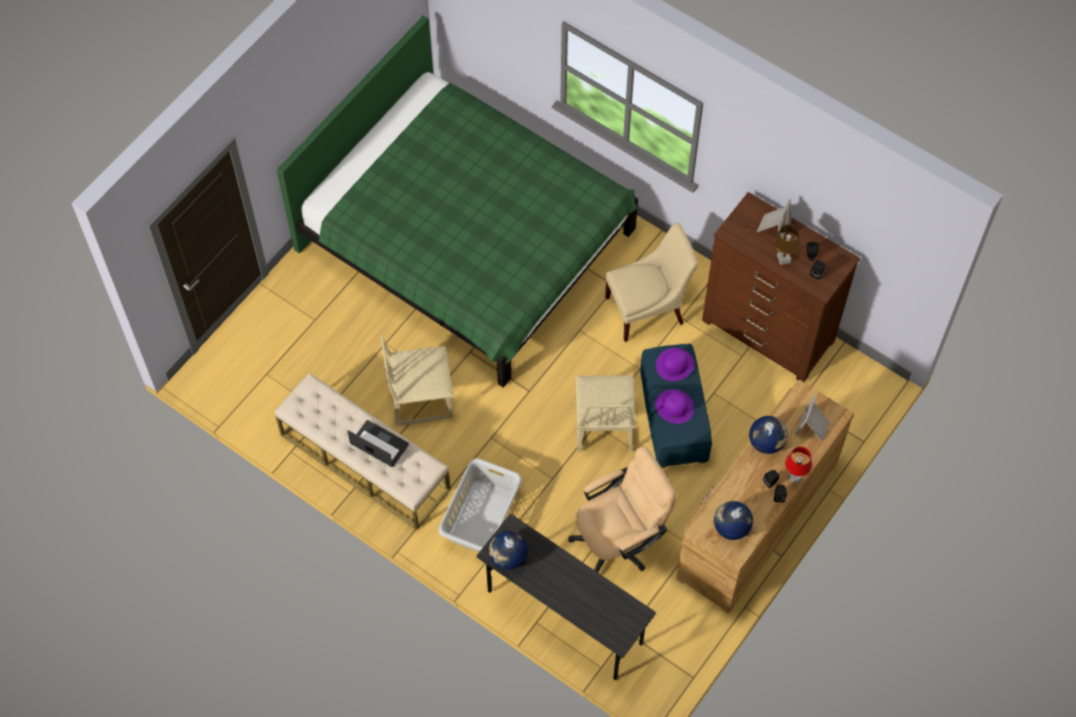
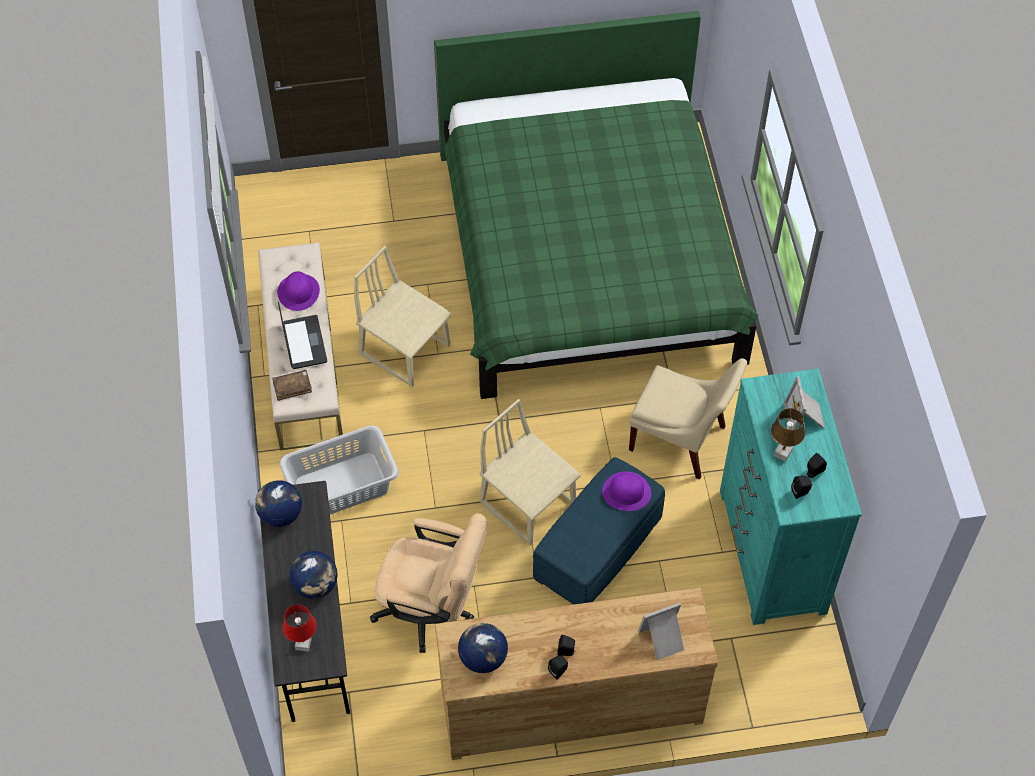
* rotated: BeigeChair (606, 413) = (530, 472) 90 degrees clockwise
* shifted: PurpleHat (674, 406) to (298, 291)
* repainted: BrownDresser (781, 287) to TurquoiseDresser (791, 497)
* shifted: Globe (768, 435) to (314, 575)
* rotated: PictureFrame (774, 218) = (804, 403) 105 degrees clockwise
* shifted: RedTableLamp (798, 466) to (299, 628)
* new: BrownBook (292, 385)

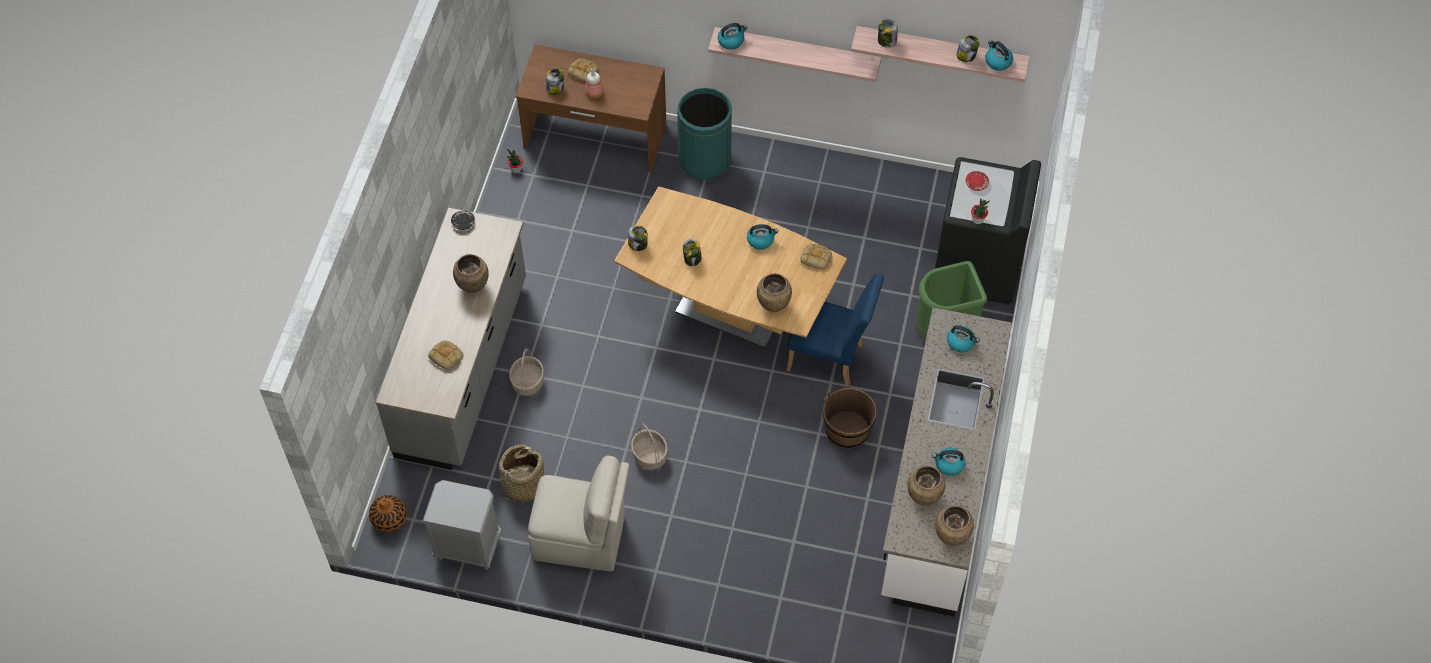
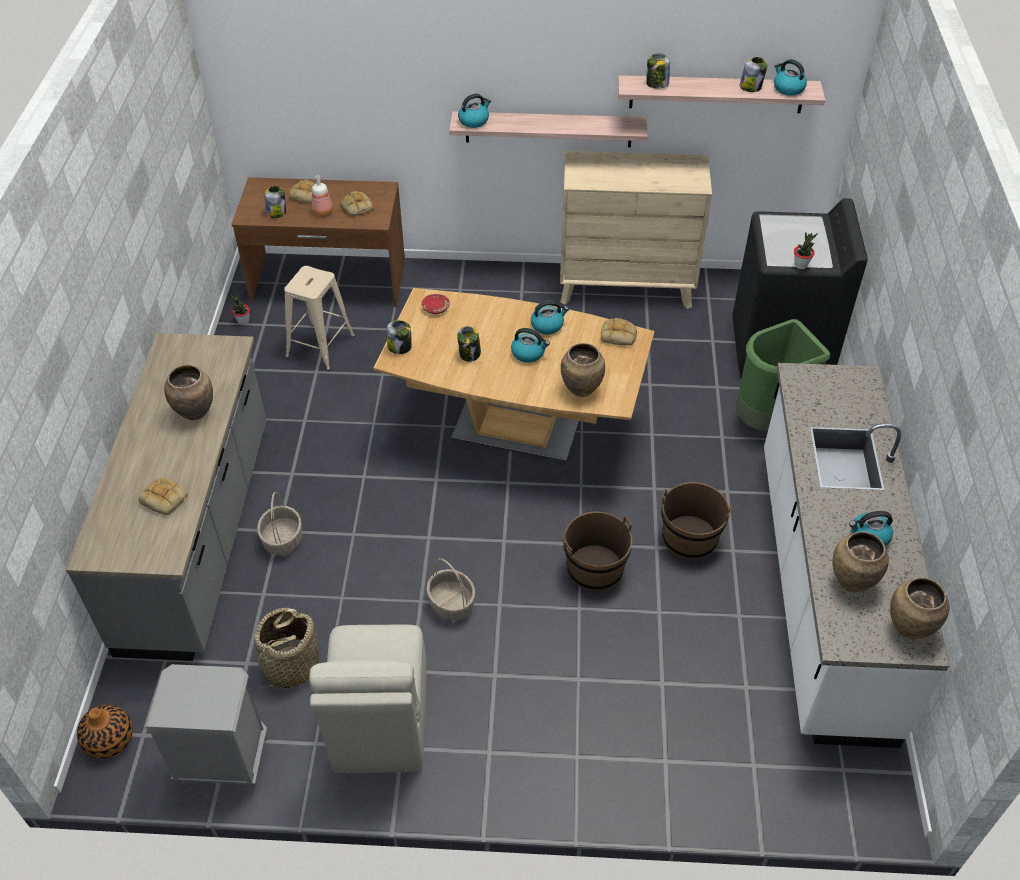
* gone: BlackPlate (463, 220)
* rotated: BeigeChair (578, 513) = (368, 699) 90 degrees clockwise
* gone: GreenTrashCan (704, 134)
* gone: BlueChair (835, 330)
* shifted: Kettle (963, 338) to (530, 345)
* shifted: RedPlate (977, 181) to (435, 304)
* new: BeigeStool (319, 318)
* new: Bread (357, 203)
* new: BeigeDresser (636, 230)
* new: BrownBucket (598, 551)

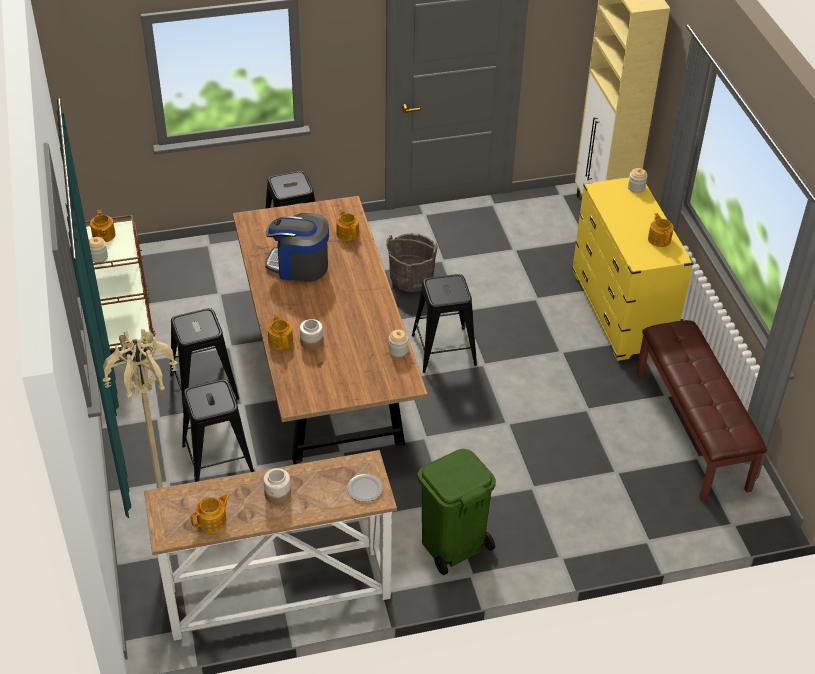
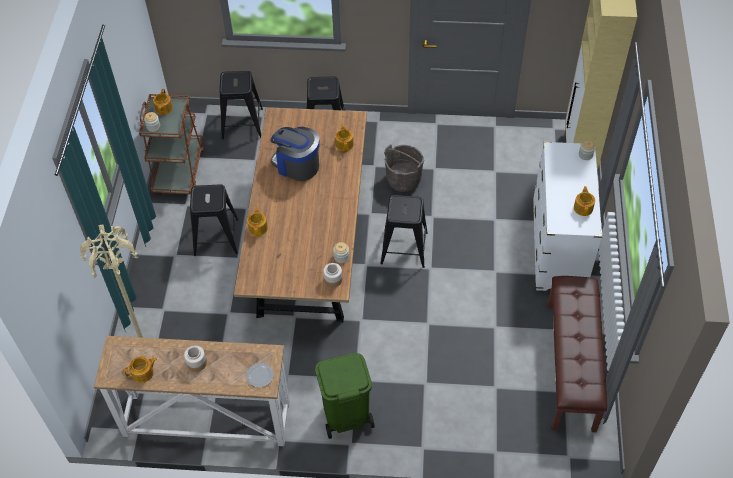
* shifted: BlackStool (218, 430) to (241, 105)
* shifted: Jar (311, 334) to (332, 275)
* repainted: YellowDresser (633, 269) to WhiteDresser (567, 216)

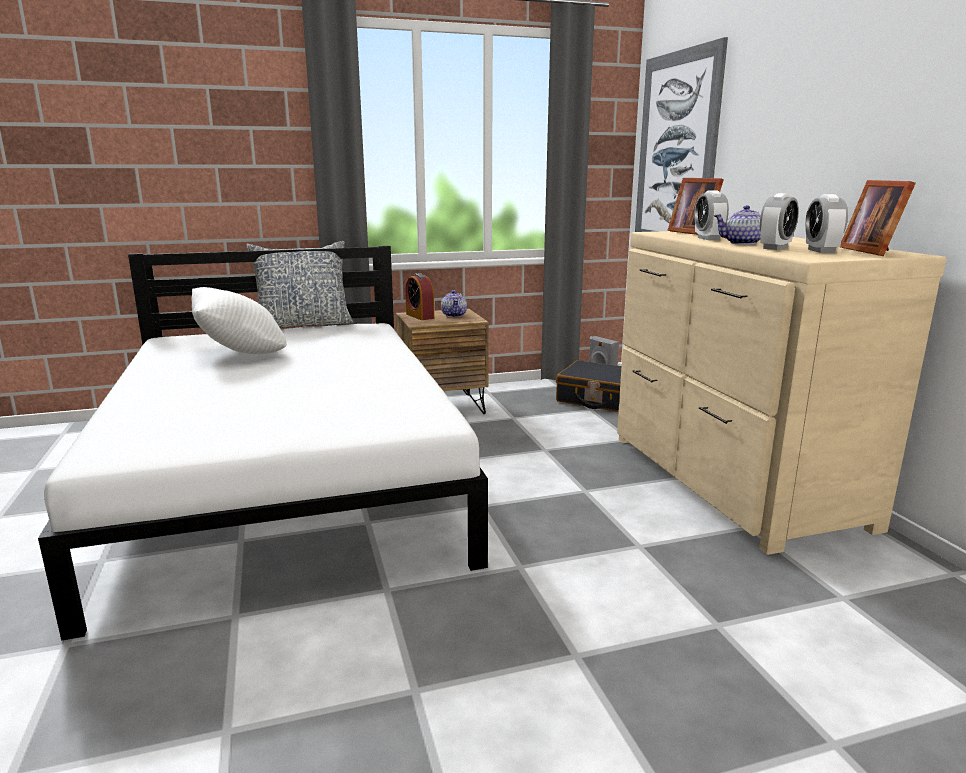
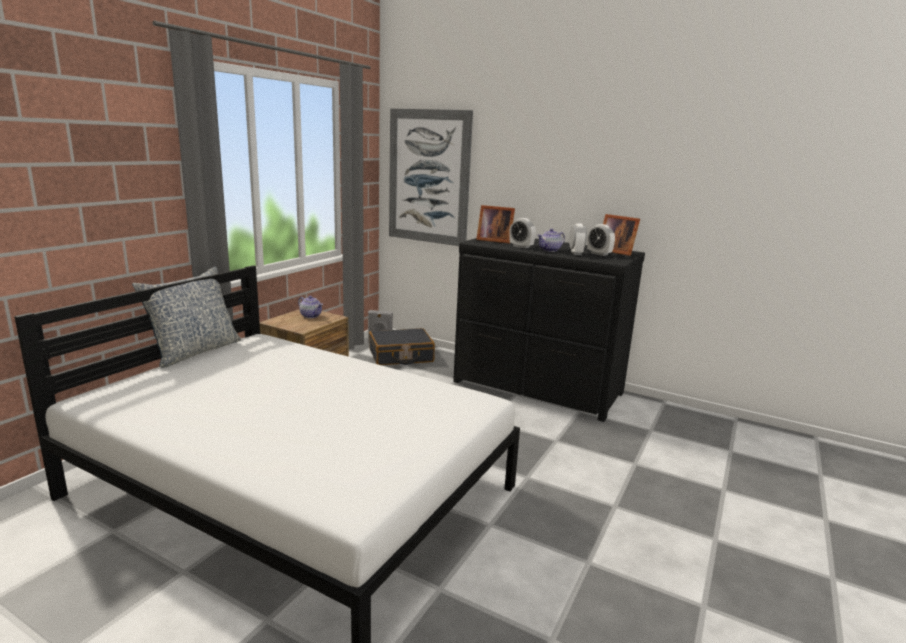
* gone: WhitePillow (239, 321)
* gone: AlarmClock (419, 296)
* repainted: BeigeDresser (782, 393) to BlackDresser (549, 330)

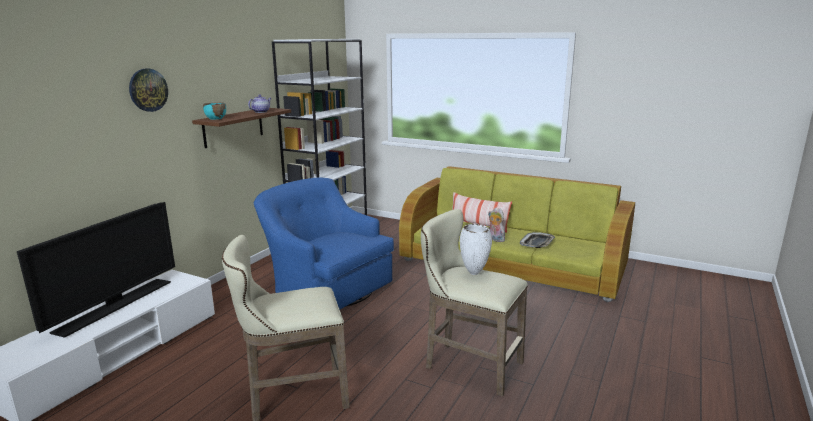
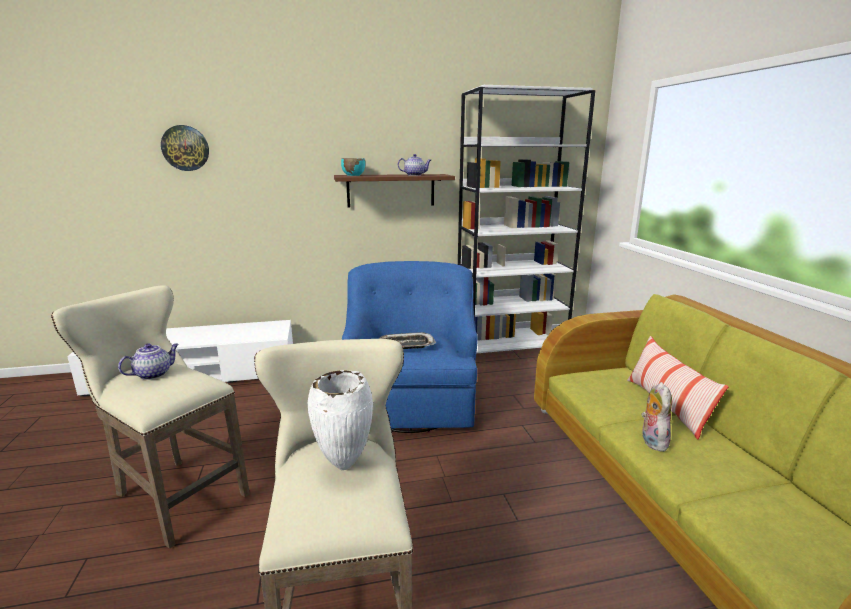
* gone: Television (96, 270)
* shifted: WallClock (148, 90) to (185, 148)
* shifted: Tray (537, 240) to (407, 340)
* new: Teapot (148, 361)

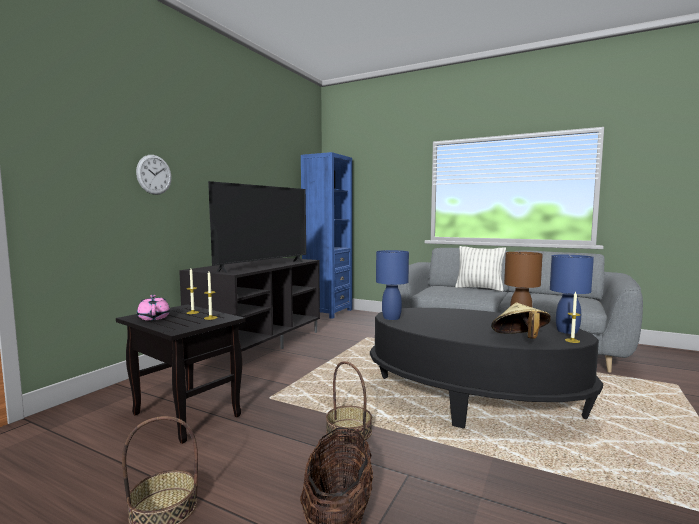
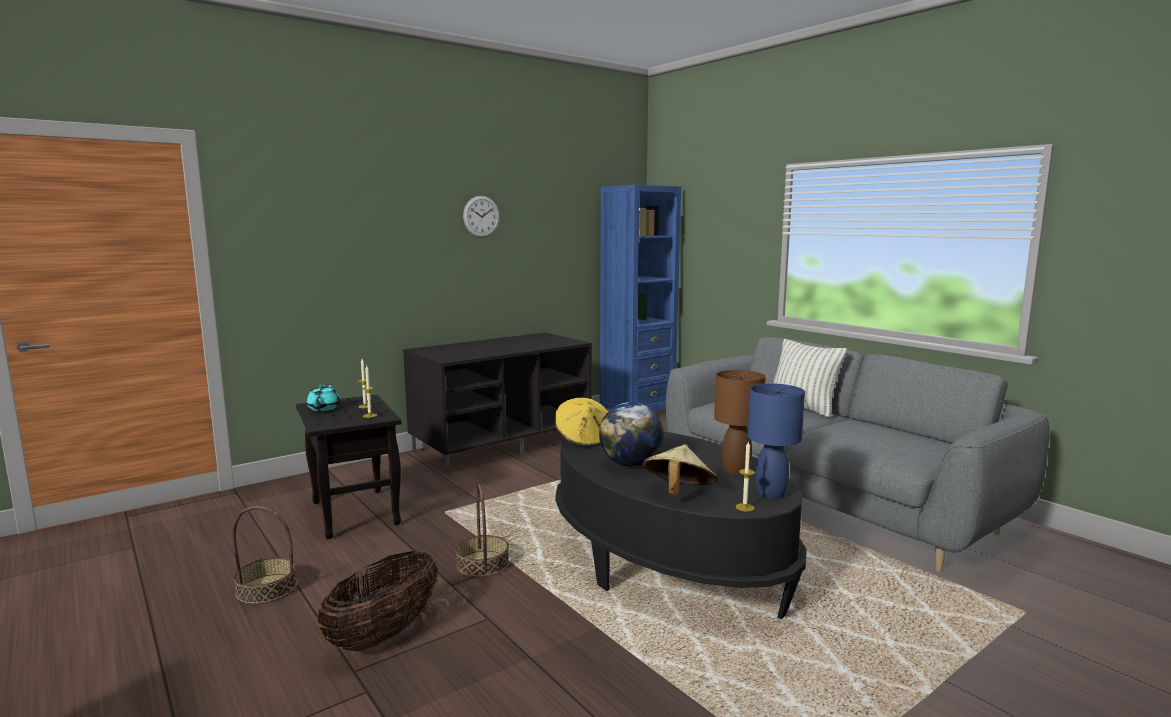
* shifted: WallClock (153, 175) to (481, 217)
* repainted: PinkTeapot (153, 307) to TurquoiseTeapot (323, 397)
* gone: Television (257, 227)
* swapped: BlueTableLamp (392, 285) to YellowHat (581, 422)
* new: Globe (631, 434)

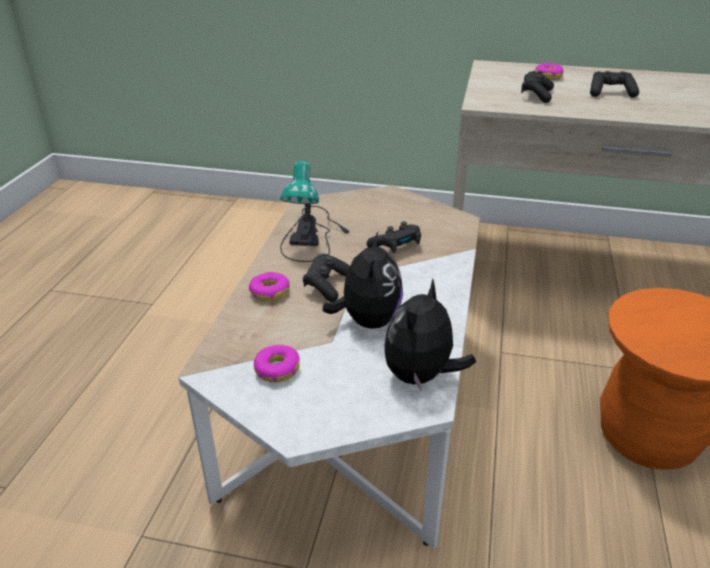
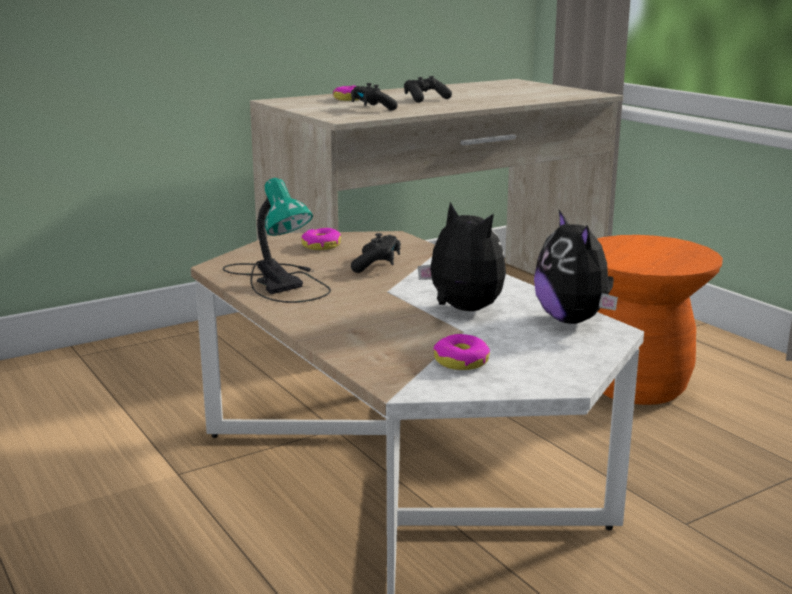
* shifted: Donut (269, 286) to (321, 239)
* gone: BlackGameController (326, 277)

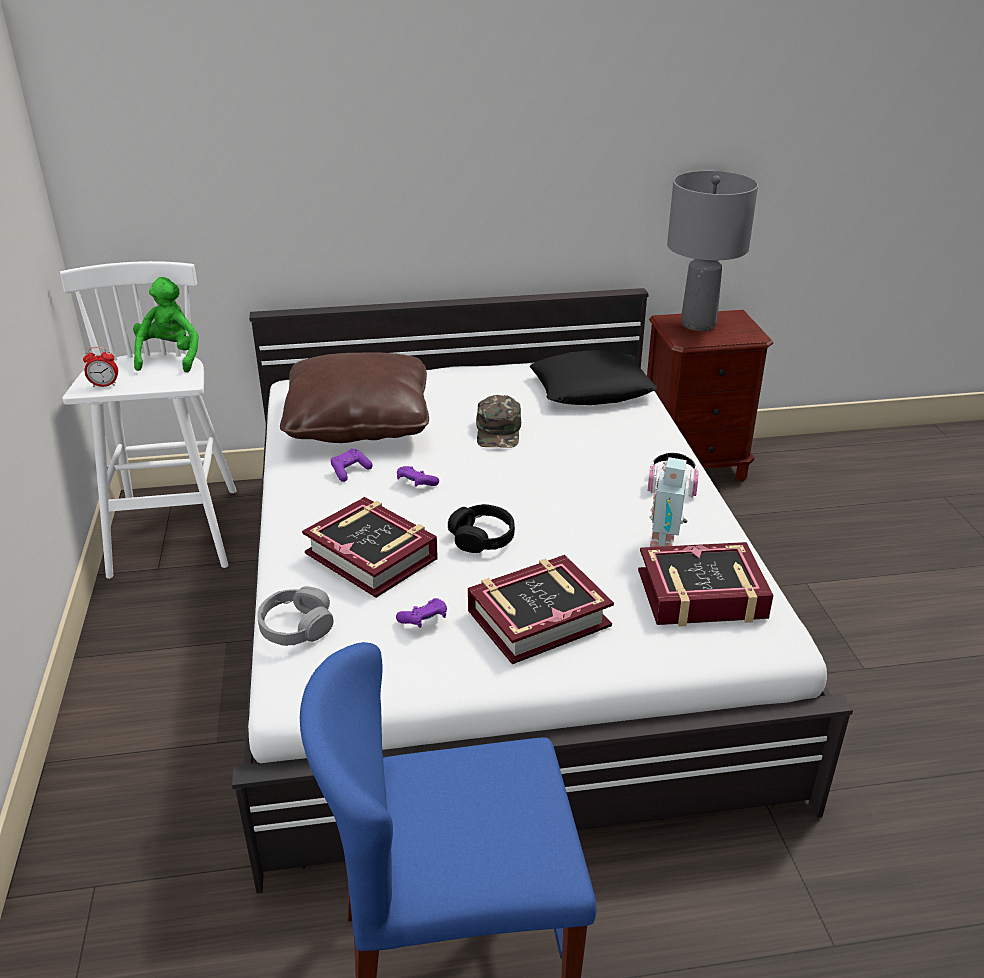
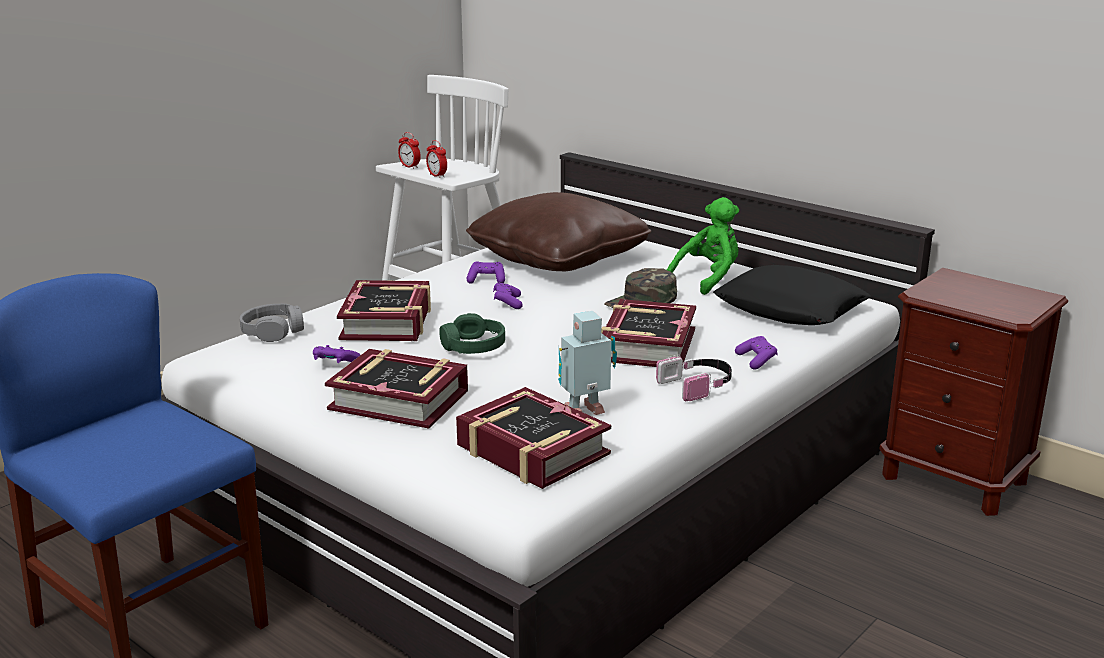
* shifted: GreenPlushToy (166, 325) to (703, 246)
* repainted: BlackHeadphones (481, 528) to GreenHeadphones (472, 333)
* gone: GreyTableLamp (712, 251)
* new: AlarmClock (436, 159)
* new: Book (648, 333)
* new: PurpleGameController (756, 353)

